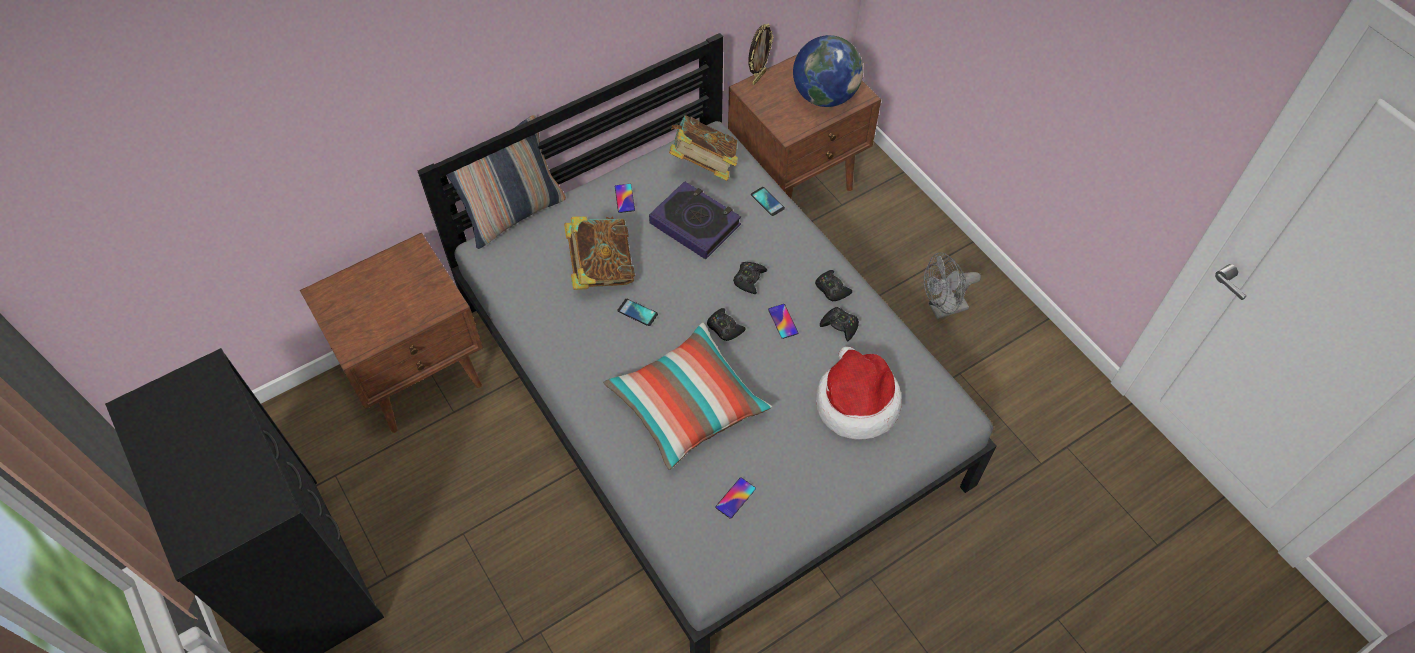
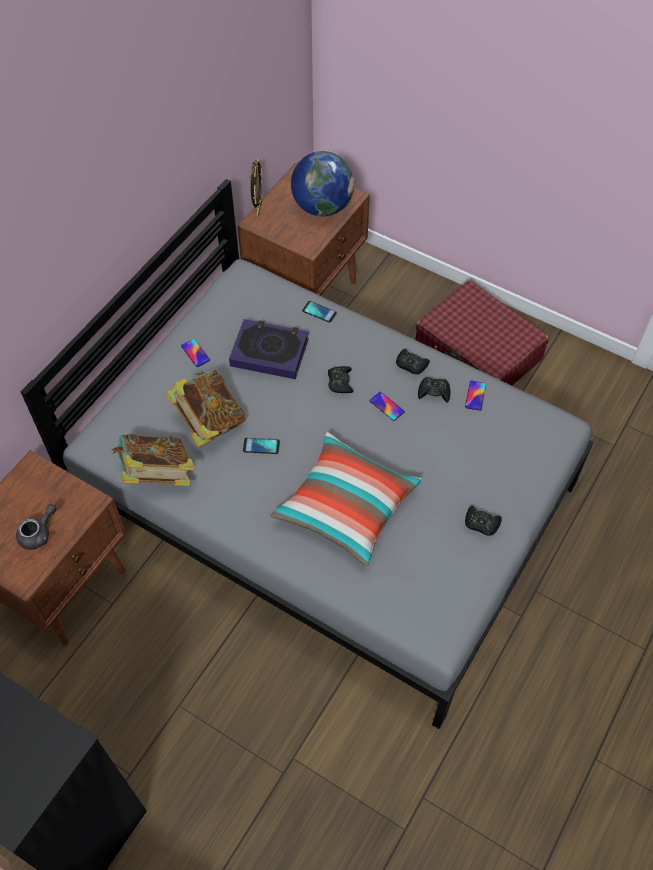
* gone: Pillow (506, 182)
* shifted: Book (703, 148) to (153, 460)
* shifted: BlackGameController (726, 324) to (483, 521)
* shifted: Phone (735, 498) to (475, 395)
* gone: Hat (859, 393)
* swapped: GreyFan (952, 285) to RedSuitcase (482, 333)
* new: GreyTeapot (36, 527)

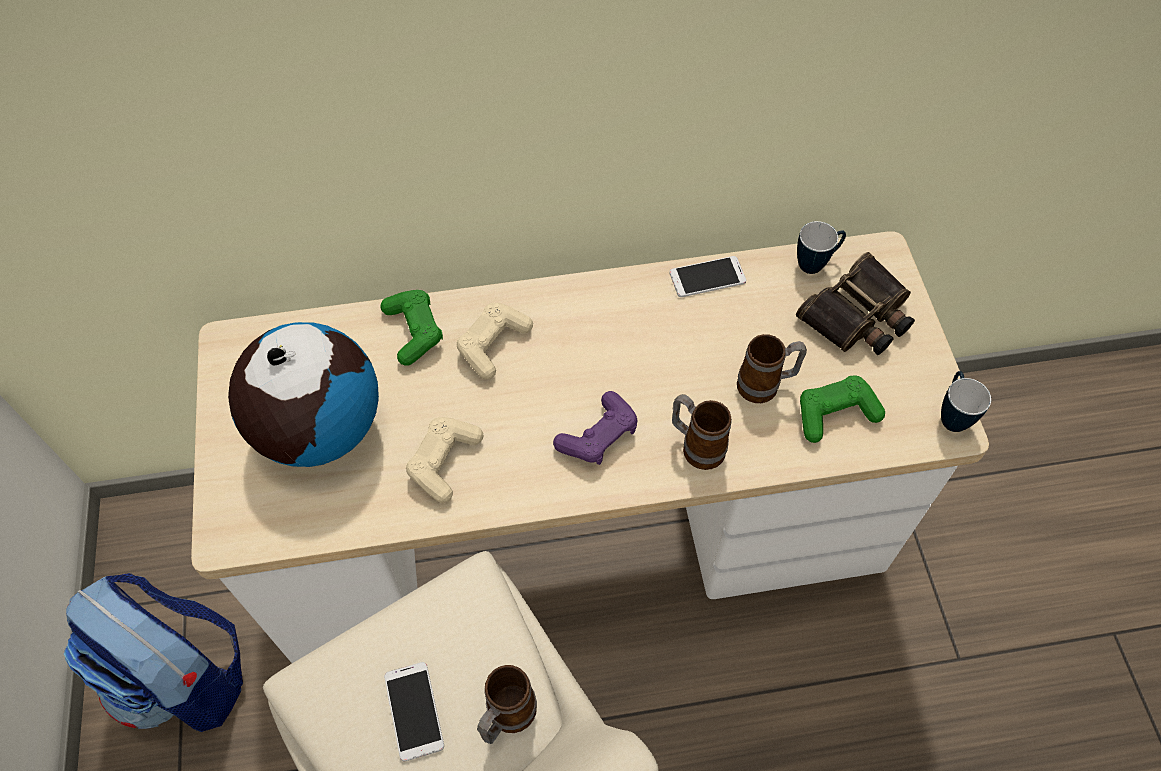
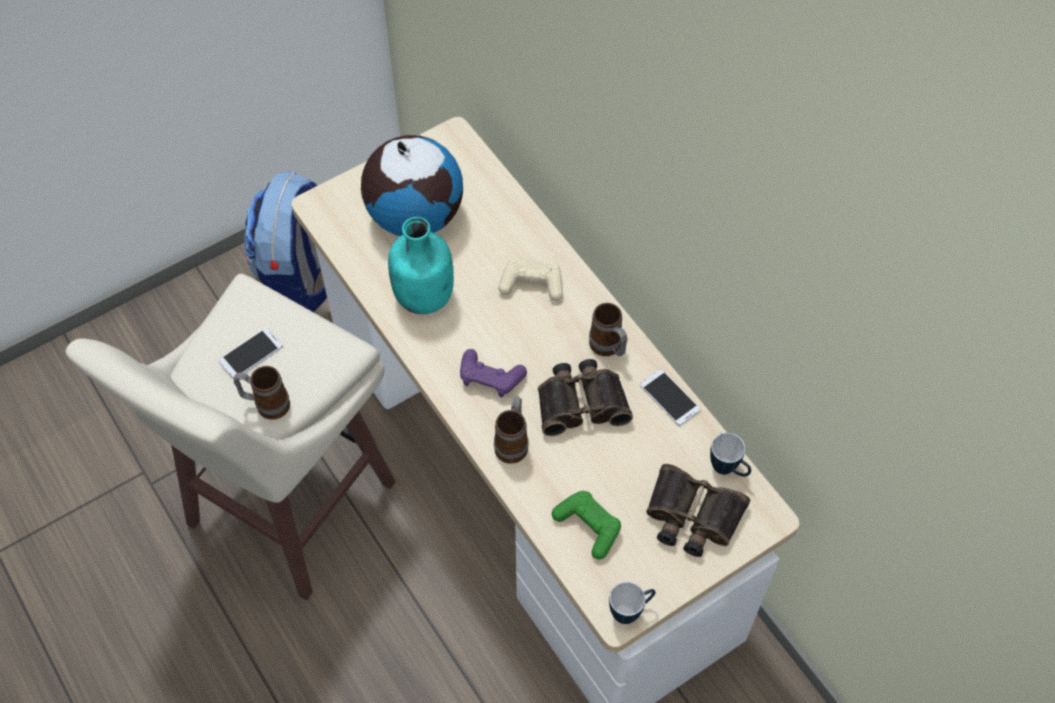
* gone: GreenGameController (411, 328)
* swapped: BeigeGameController (444, 460) to TurquoiseBottle (421, 265)
* shifted: Mug (772, 368) to (608, 329)
* new: Binoculars (585, 397)

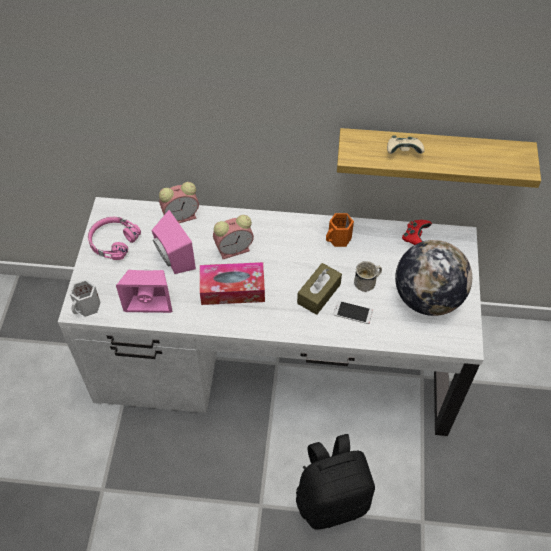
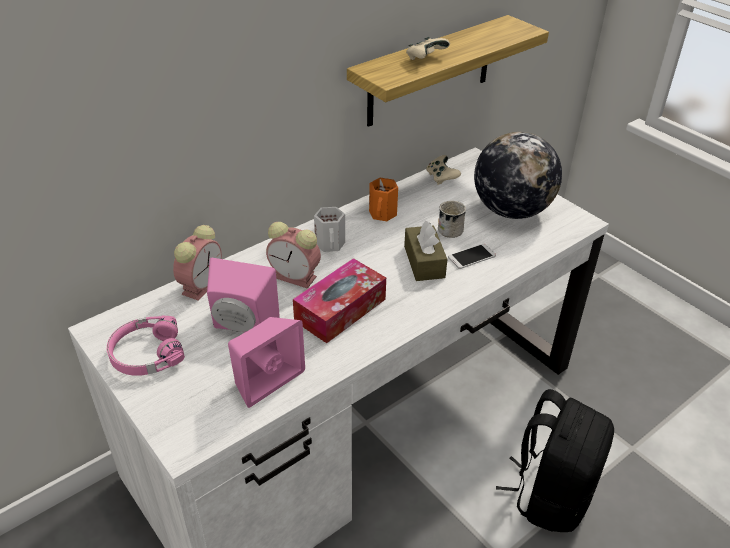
* shifted: WhiteMug (85, 298) to (329, 229)
* rotated: AlarmClock (233, 237) = (293, 255) 90 degrees clockwise
* repainted: RedGameController (417, 232) to BeigeGameController (443, 170)

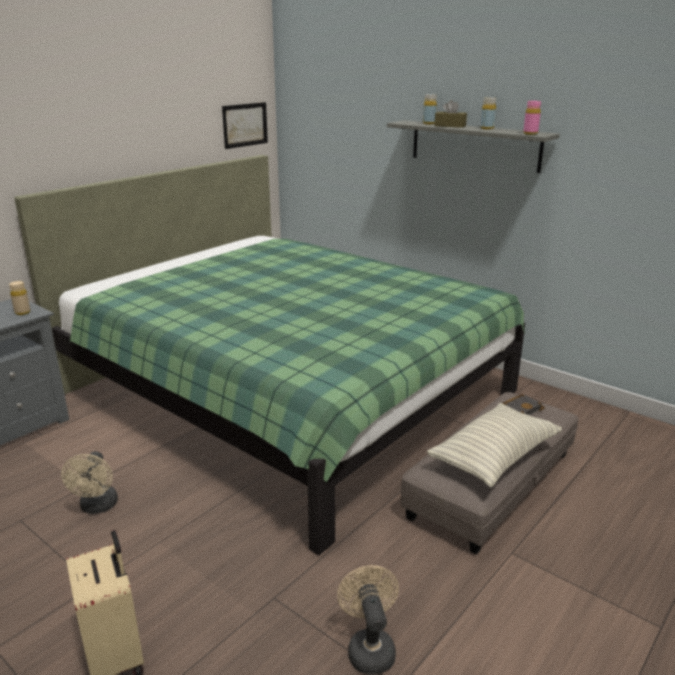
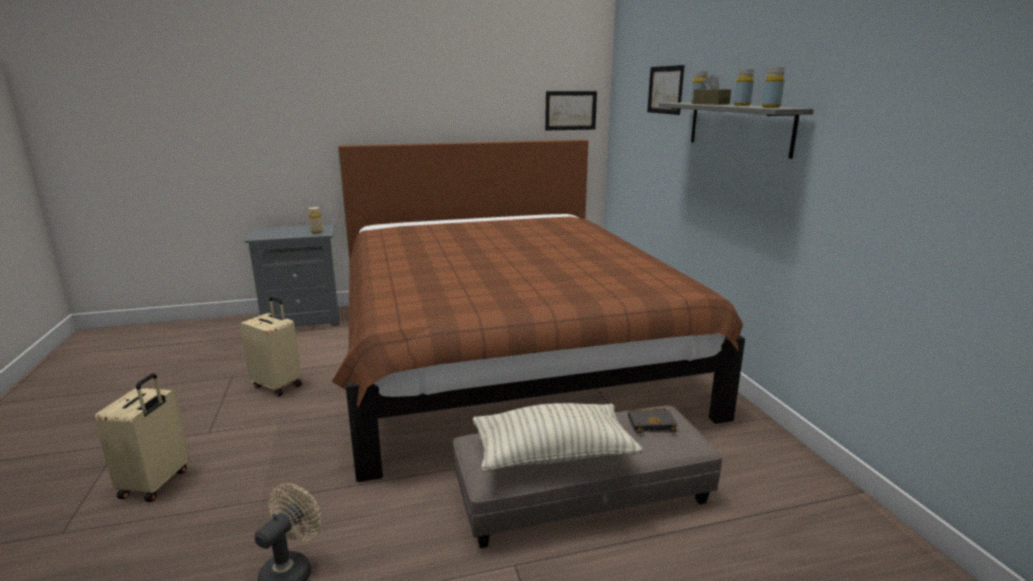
* repainted: GreenBed (269, 355) to BrownBed (538, 311)
* swapped: BeigeFan (89, 482) to BeigeSuitcase (271, 347)
* repainted: PinkBottle (532, 118) to YellowBottle (773, 87)
* new: Picture (665, 90)

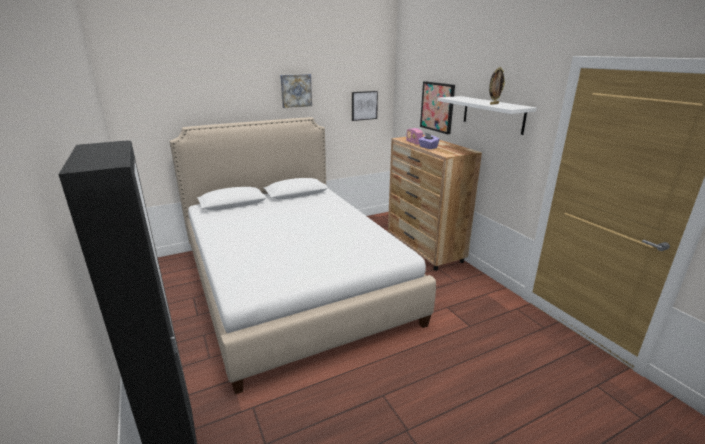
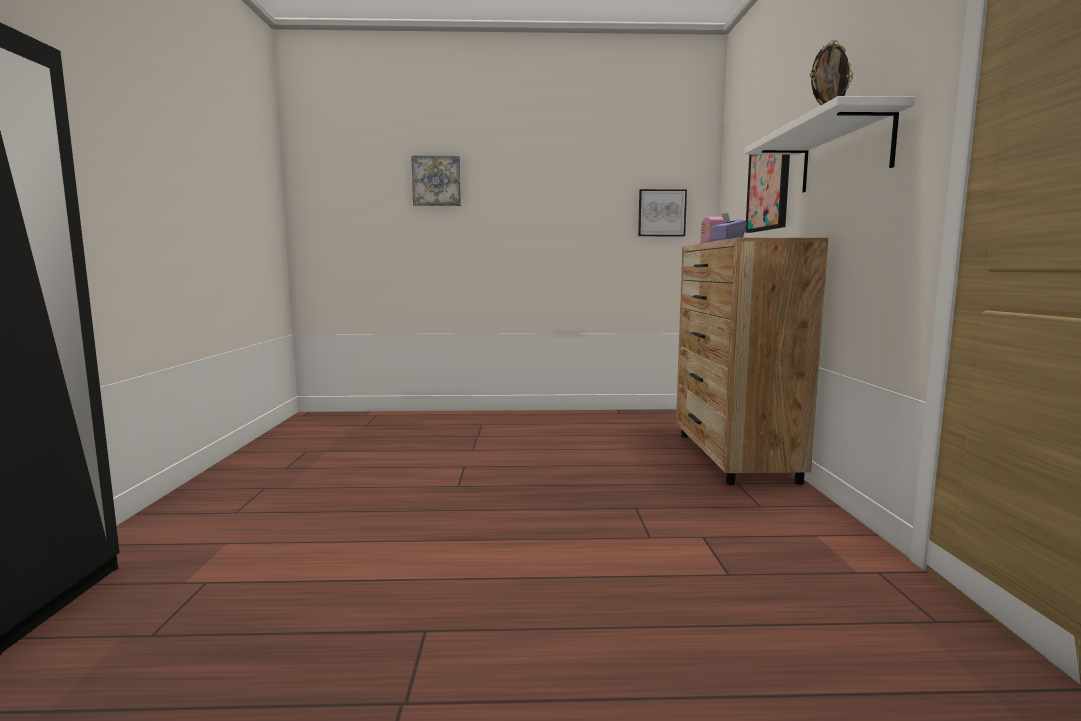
* gone: Bed (302, 256)
* shifted: Picture (296, 91) to (436, 181)

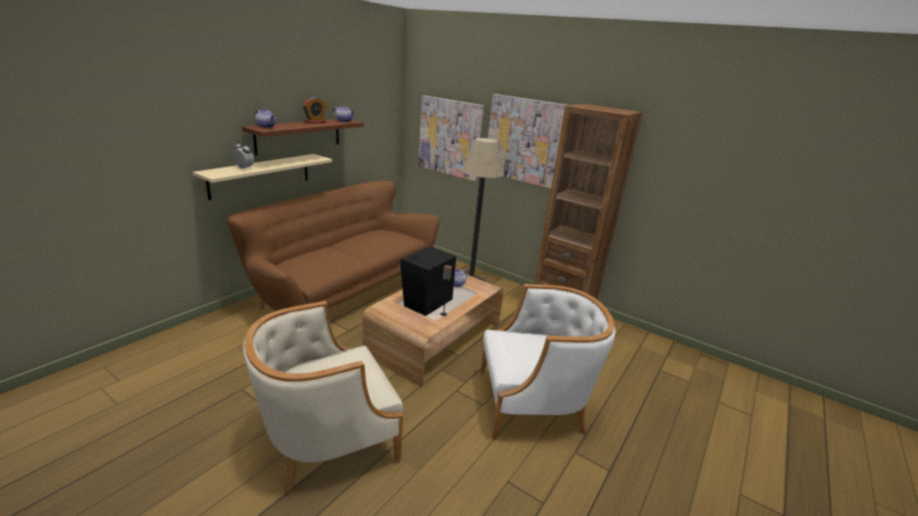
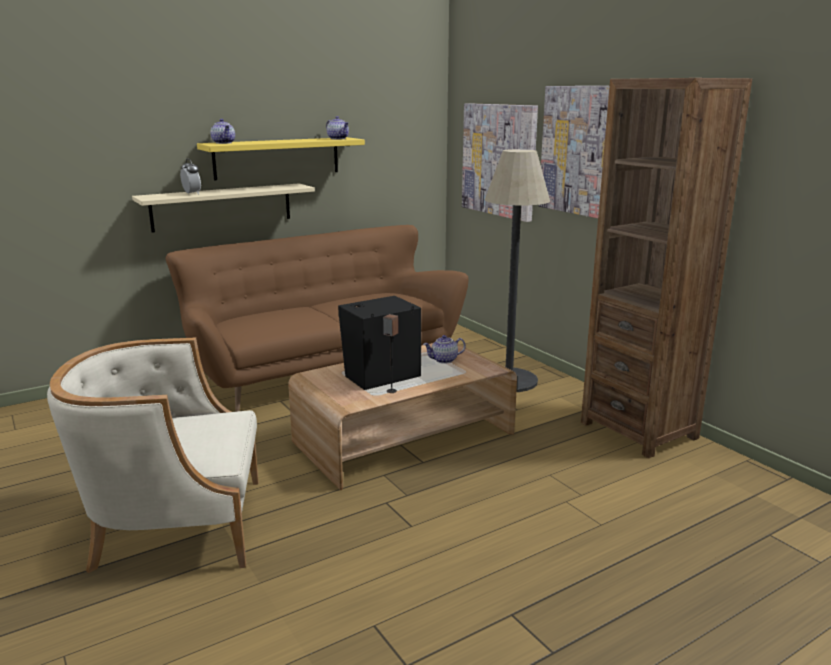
* repainted: BrownShelf (303, 137) to YellowShelf (281, 158)
* gone: AlarmClock (314, 110)
* gone: WhiteArmchair (547, 362)

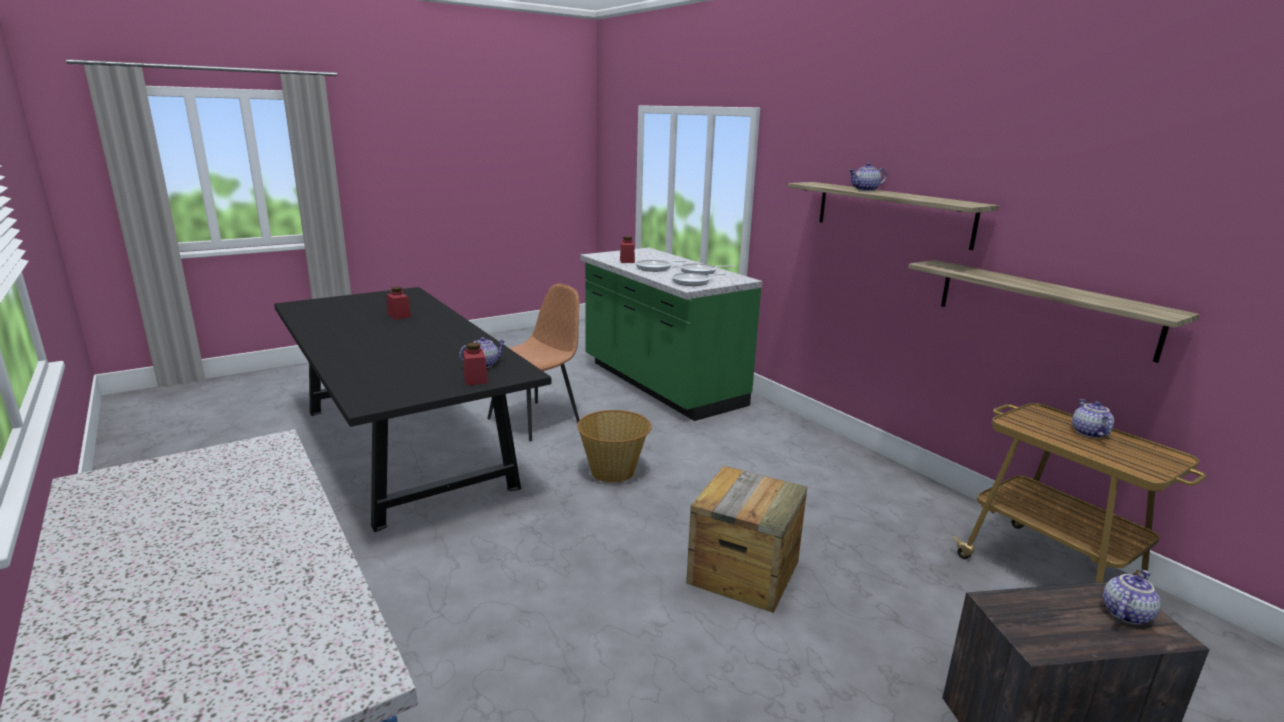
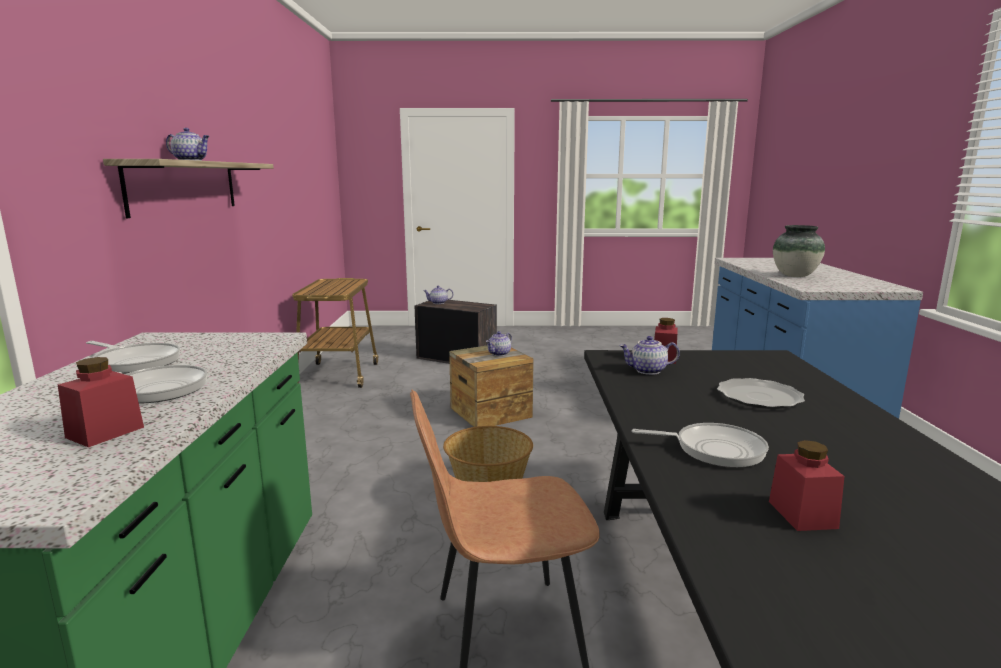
* shifted: FryingPan (699, 279) to (700, 445)
* gone: Shelf (1054, 311)
* shifted: Teapot (1093, 418) to (499, 343)
* new: Plate (761, 393)
* new: Vase (799, 251)

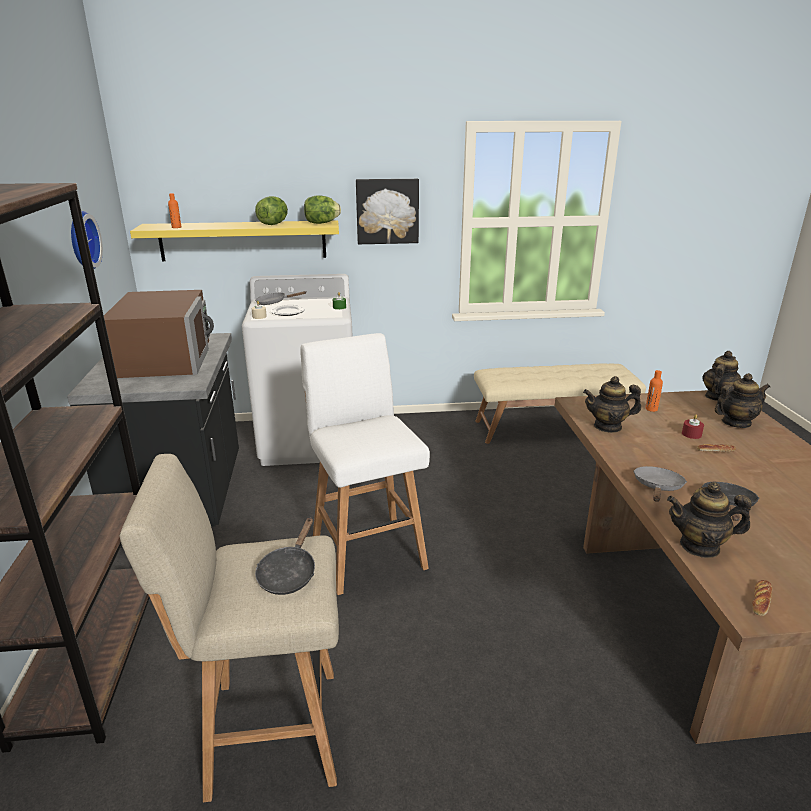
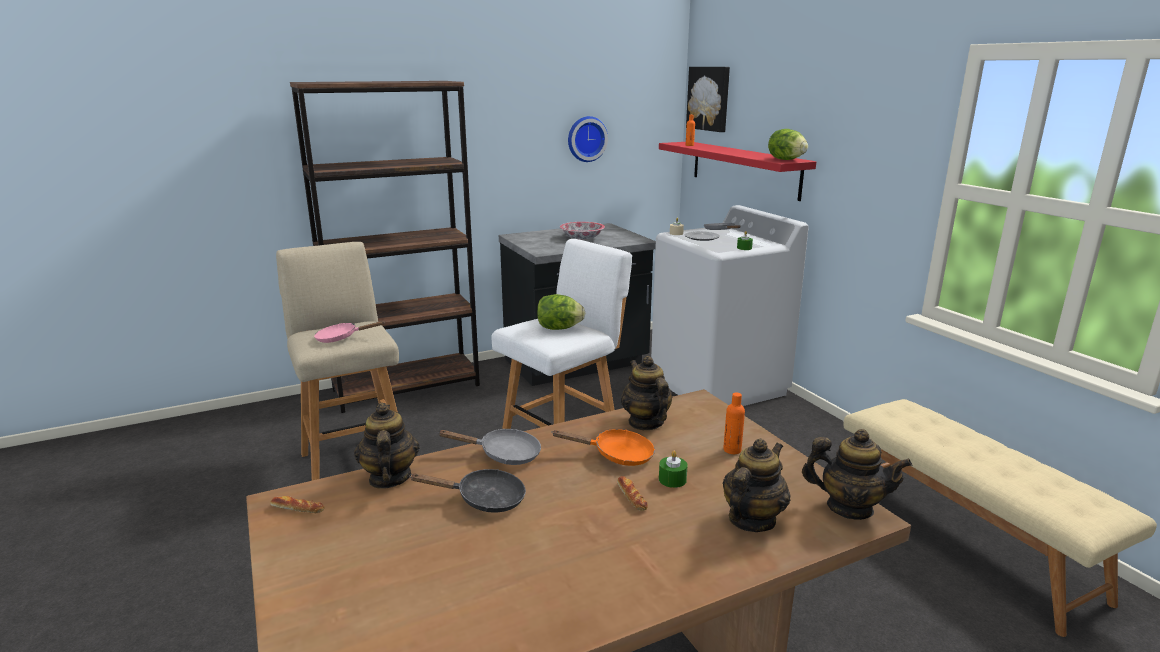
* swapped: BrownMicrowave (159, 334) to Bowl (582, 230)
* repainted: YellowShelf (234, 240) to RedShelf (737, 171)
* shifted: Lettuce (271, 210) to (561, 312)
* repainted: BlackFryingPan (285, 556) to PinkFryingPan (350, 332)
* shifted: Picture (387, 211) to (708, 99)
* repainted: RedCandle (693, 427) to GreenCandle (673, 469)
* rotated: Teapot (742, 400) = (756, 485) 105 degrees counterclockwise
* new: OrangeFryingPan (604, 447)

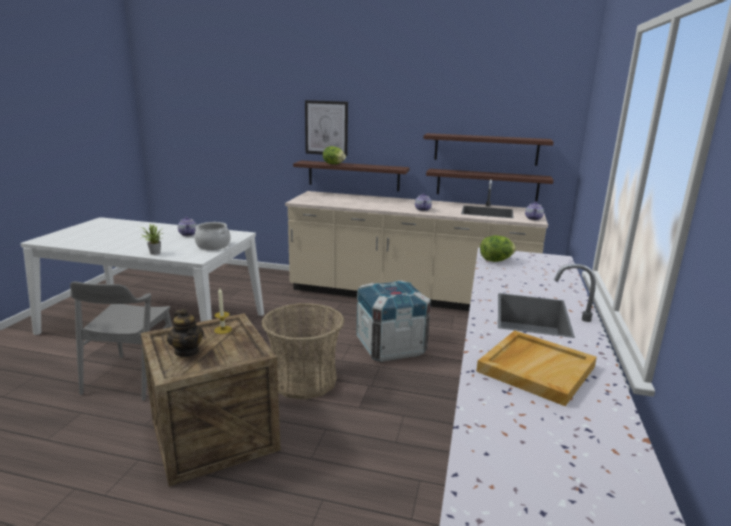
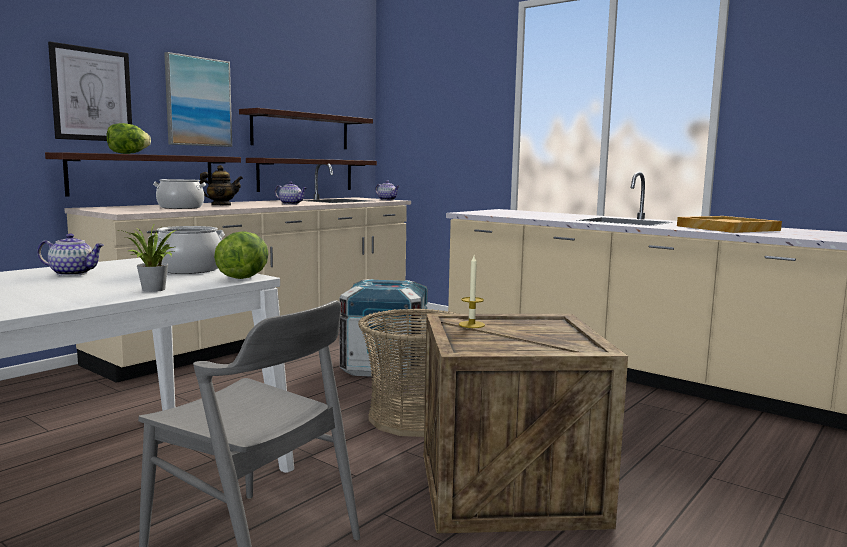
* shifted: Teapot (185, 333) to (221, 185)
* shifted: Lettuce (498, 248) to (241, 255)
* new: CookingPot (179, 194)
* new: Picture (198, 99)

